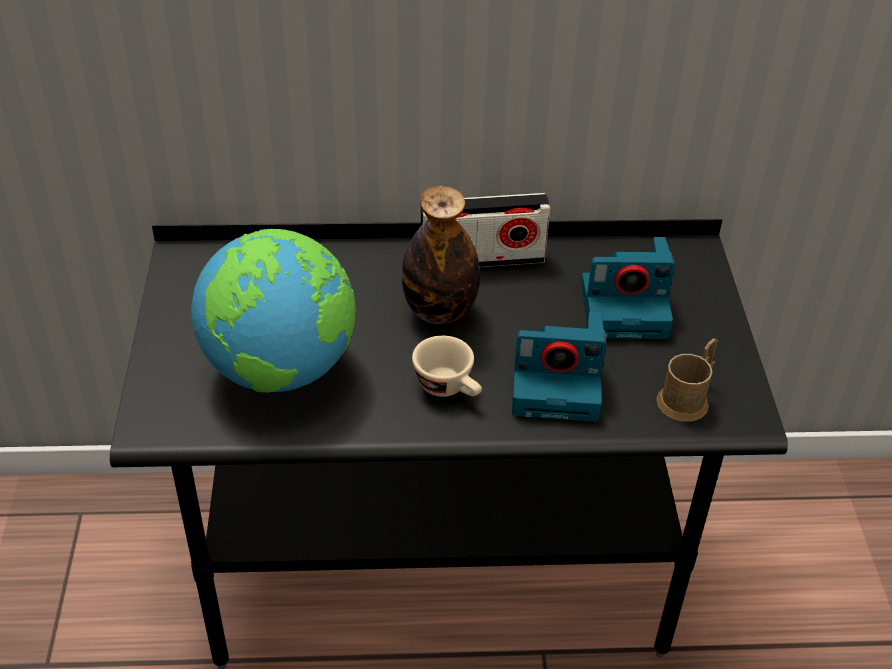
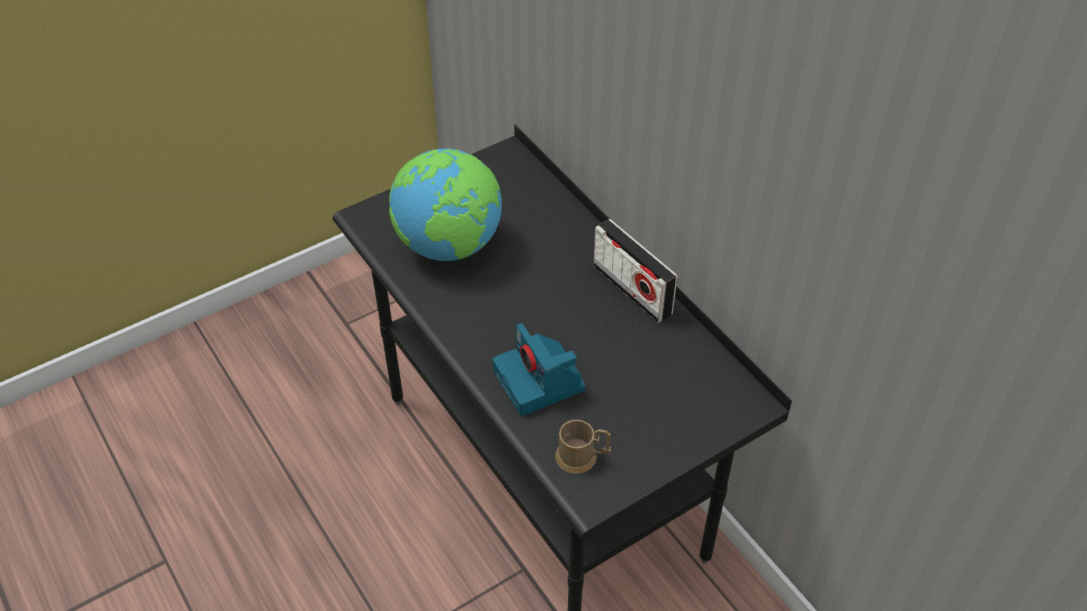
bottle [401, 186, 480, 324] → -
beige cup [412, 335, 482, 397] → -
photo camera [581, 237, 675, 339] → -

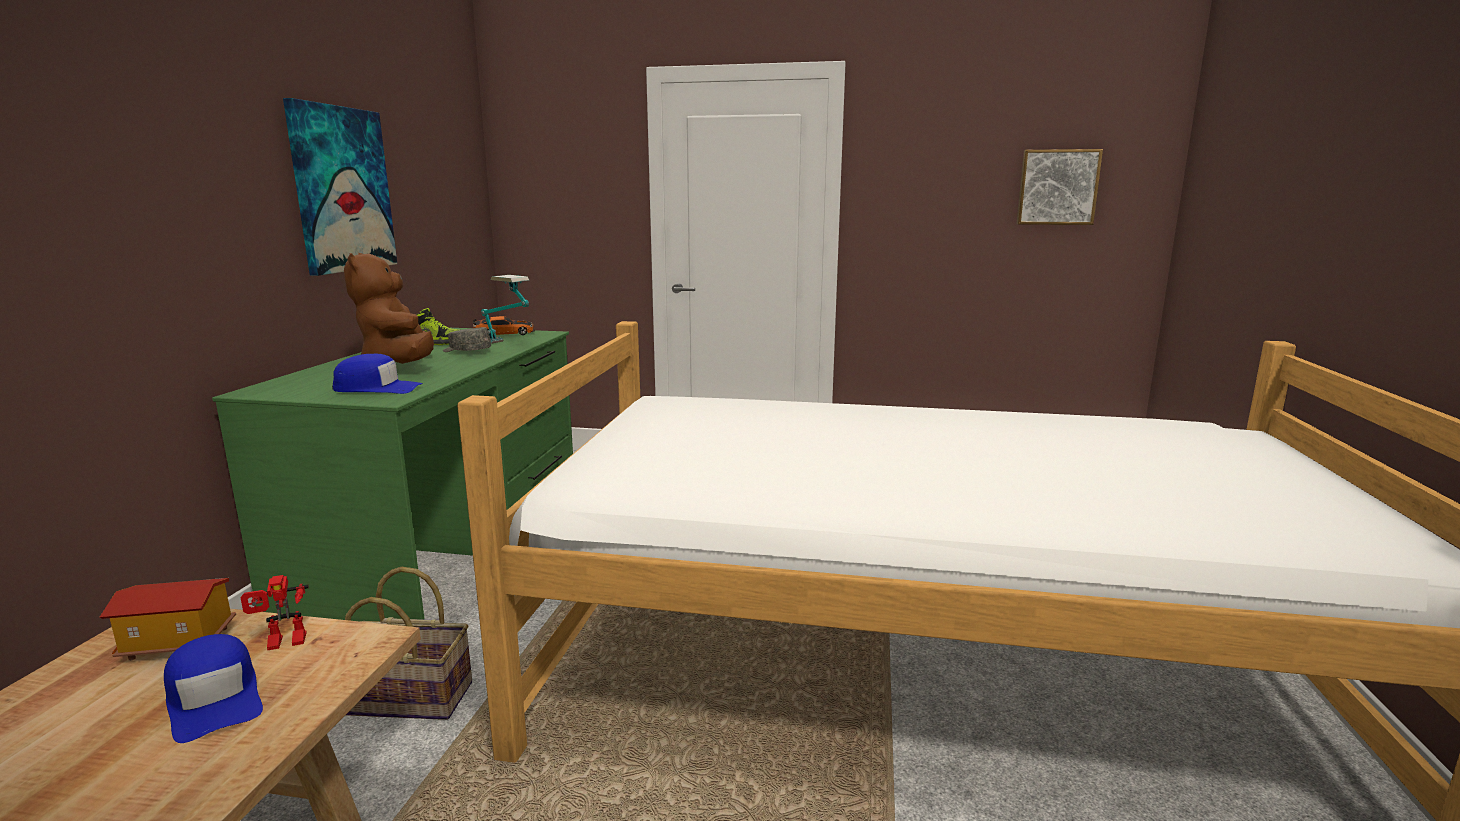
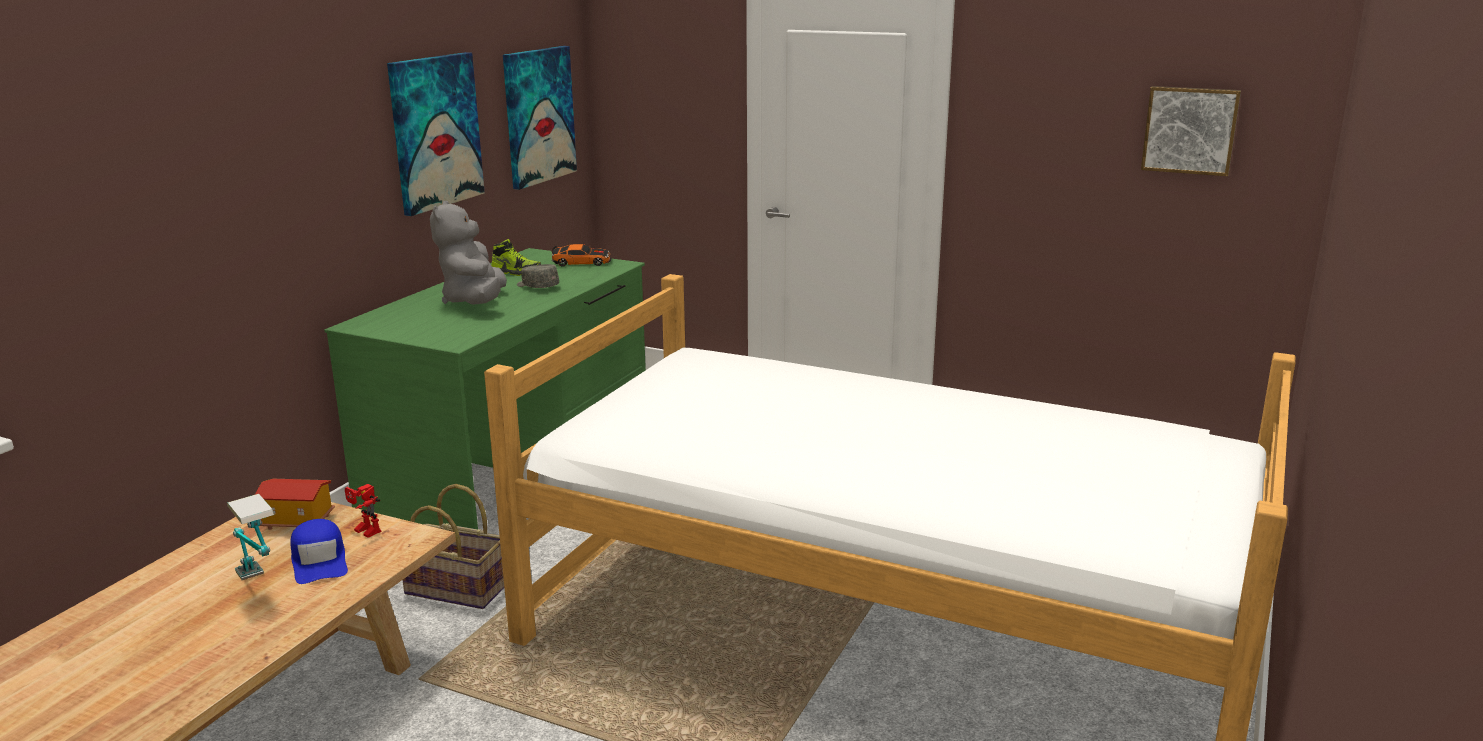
table lamp [481, 275, 529, 344] → table lamp [227, 494, 274, 580], moved
toy robot [241, 575, 309, 650] → toy robot [345, 484, 382, 538], 45 degrees clockwise
brown plush toy [344, 253, 434, 364] → grey plush toy [430, 201, 507, 305]
- → picture [503, 46, 577, 190]
blue cap [332, 354, 423, 394] → -

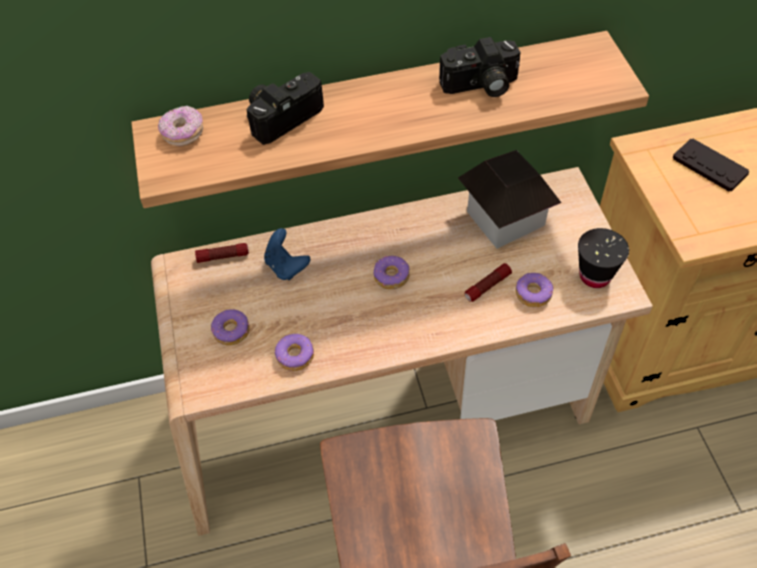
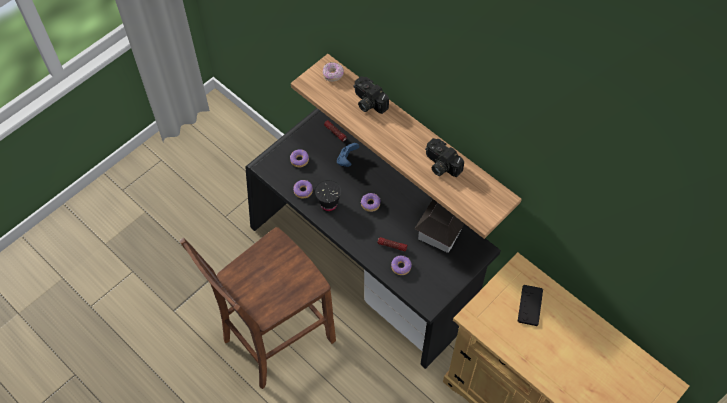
beige desk [151, 167, 653, 536] → black desk [245, 108, 501, 369]
black cup [578, 228, 629, 288] → black cup [315, 180, 341, 211], moved
photo camera [246, 72, 324, 145] → photo camera [354, 76, 389, 114], 150 degrees counterclockwise

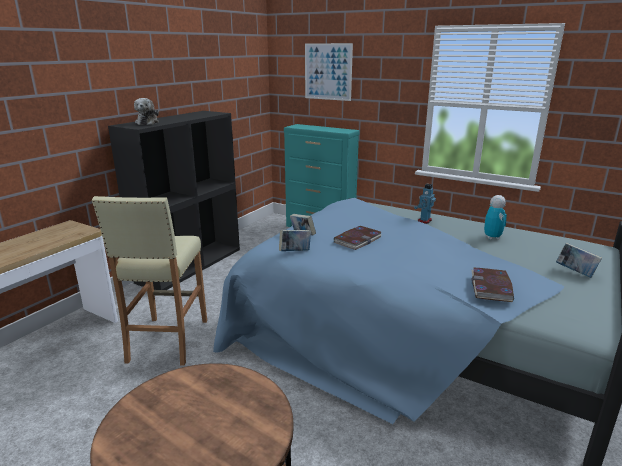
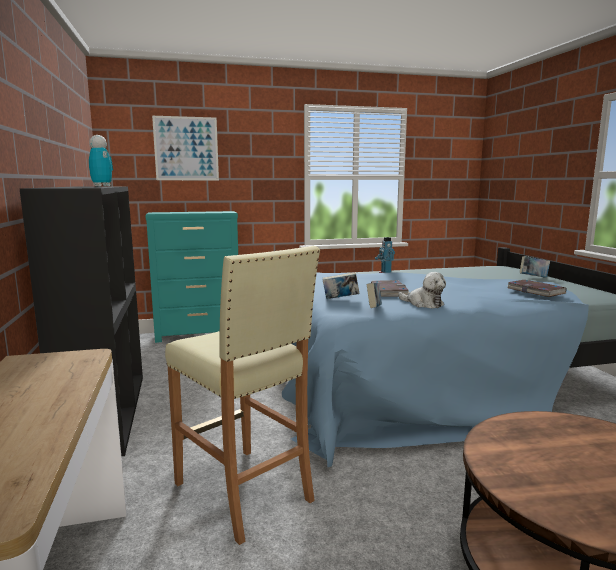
toy robot [484, 195, 507, 240] → toy robot [89, 135, 113, 186], moved
plush toy [134, 98, 159, 125] → plush toy [398, 272, 446, 308], moved

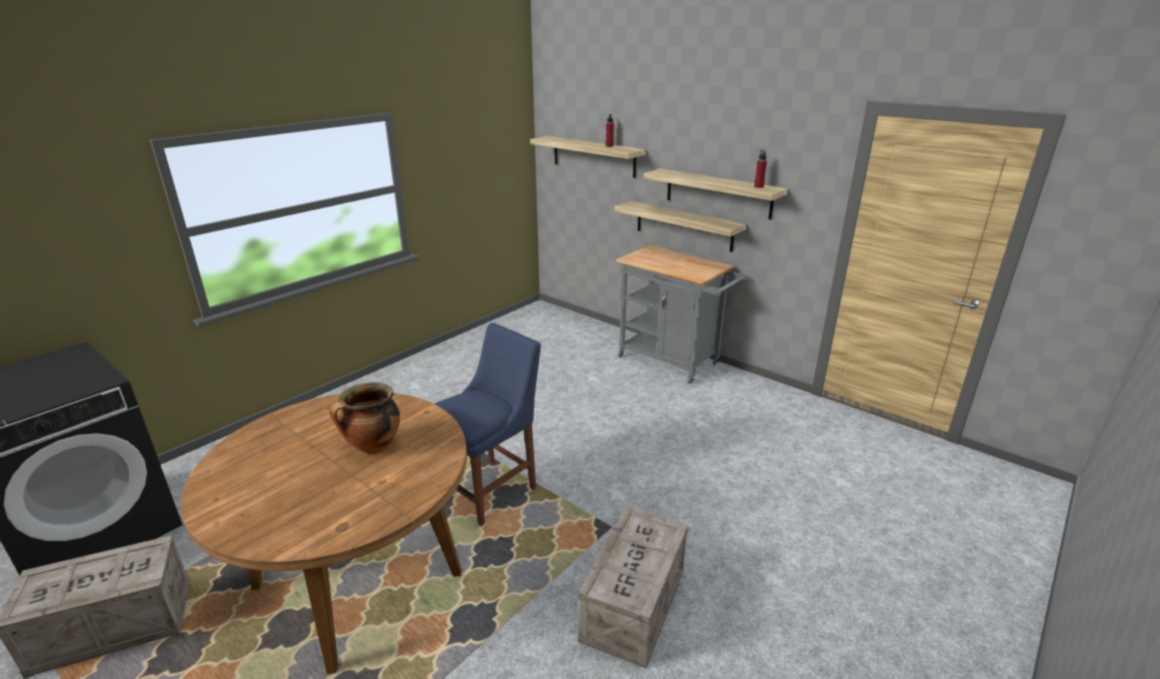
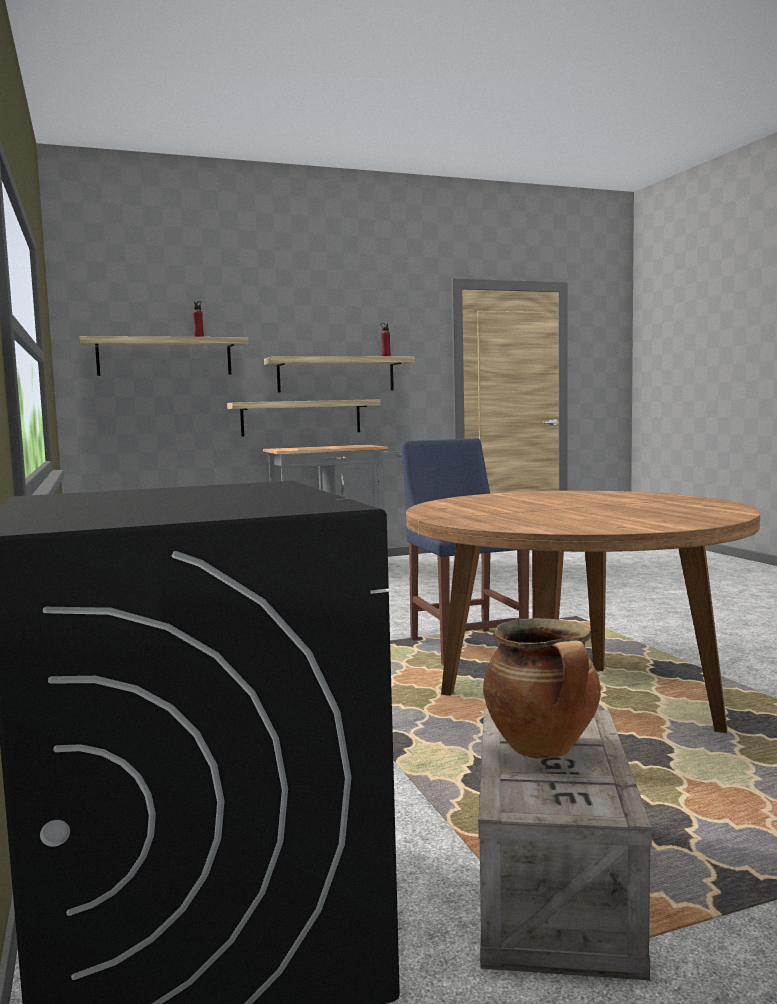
cooking pot [329, 382, 400, 454] → cooking pot [483, 618, 601, 759], moved
crate [578, 507, 688, 669] → -

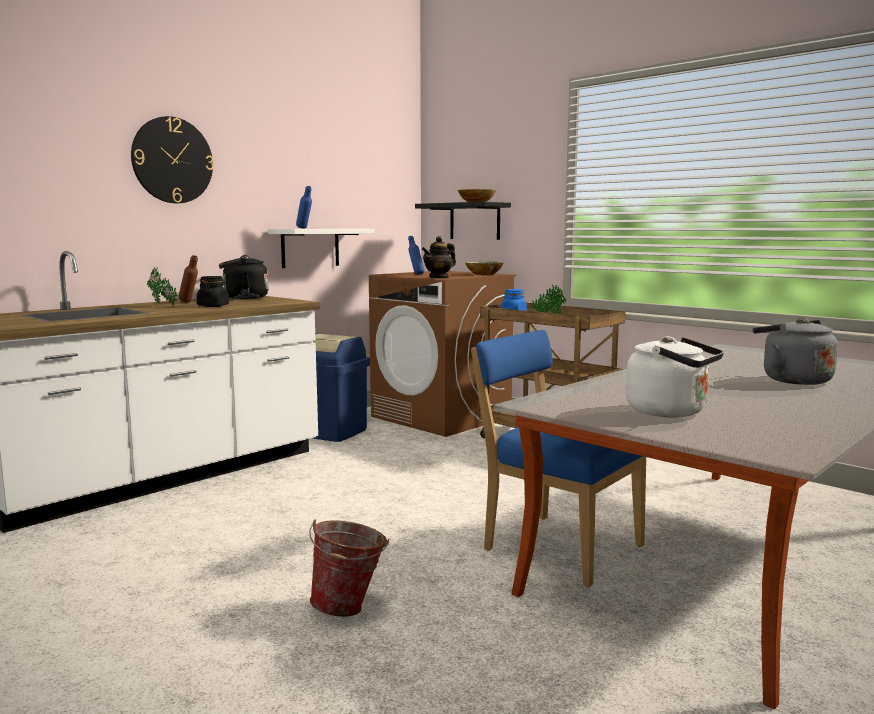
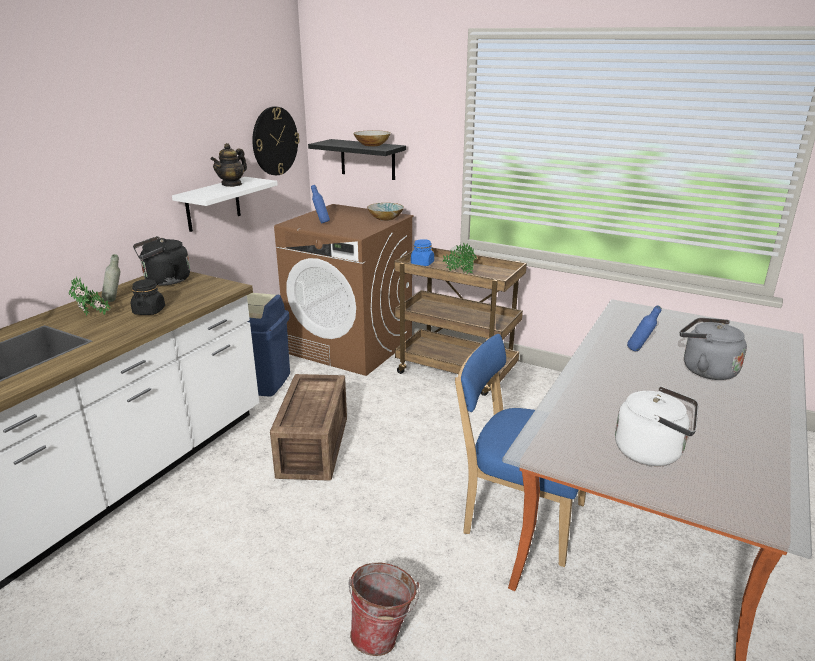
brown bottle [178, 255, 198, 303] → grey bottle [102, 254, 120, 302]
teapot [422, 236, 456, 279] → teapot [211, 143, 247, 187], moved
wall clock [131, 116, 214, 203] → wall clock [252, 106, 300, 175], moved
- → crate [270, 374, 347, 481]
blue bottle [296, 186, 312, 229] → blue bottle [627, 305, 662, 351], moved

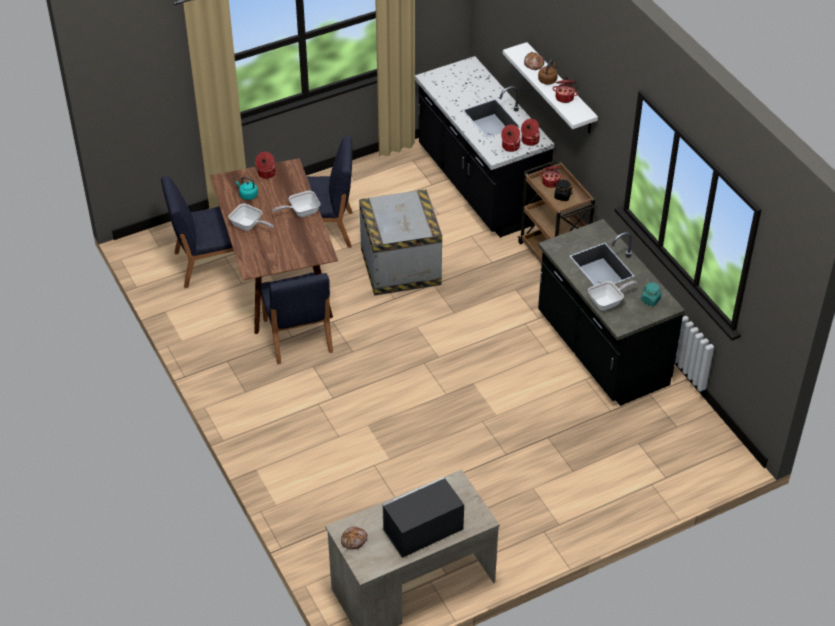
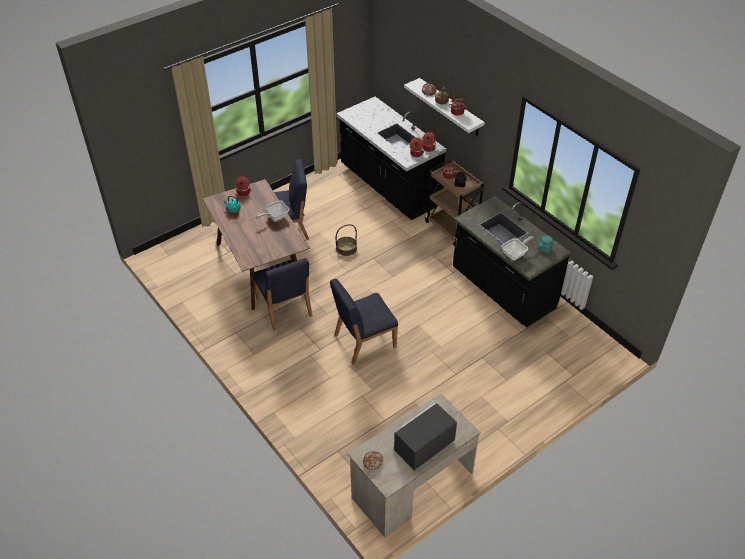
blue chair [161, 176, 234, 288] → blue chair [330, 279, 398, 365], moved
crate [359, 189, 442, 296] → basket [336, 224, 357, 256]
frying pan [228, 203, 274, 231] → -

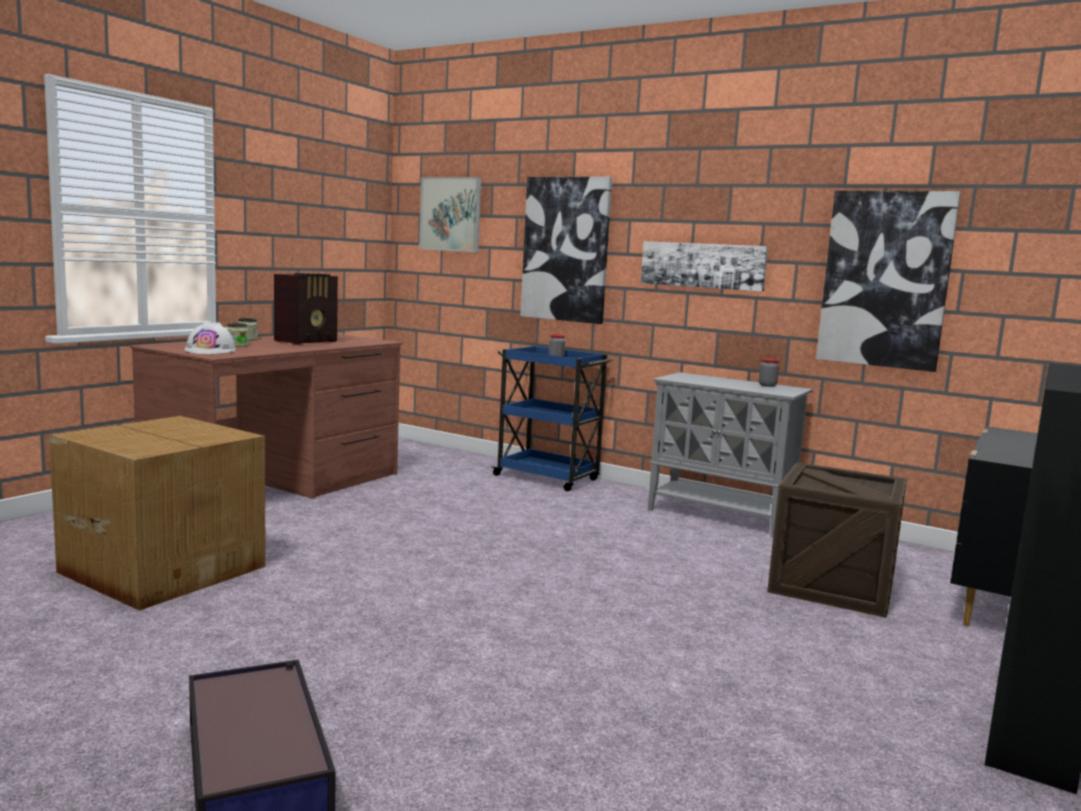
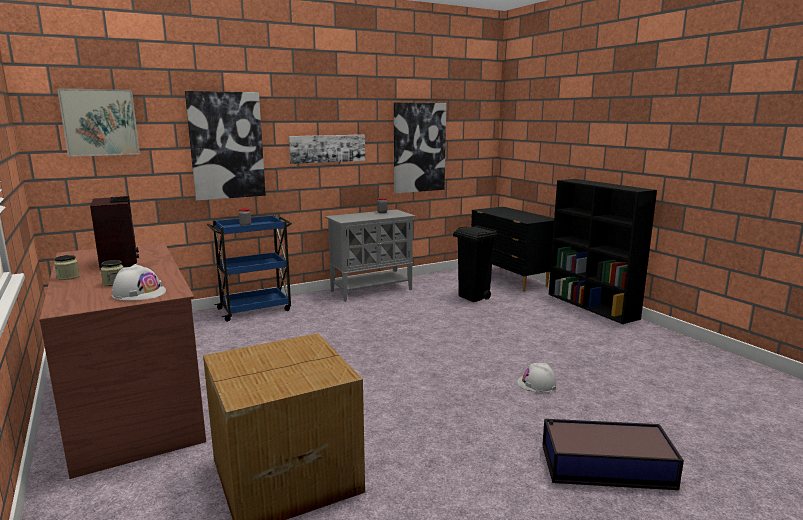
crate [767, 462, 907, 618] → black trash can [453, 225, 497, 302]
- → white hard hat [517, 363, 558, 393]

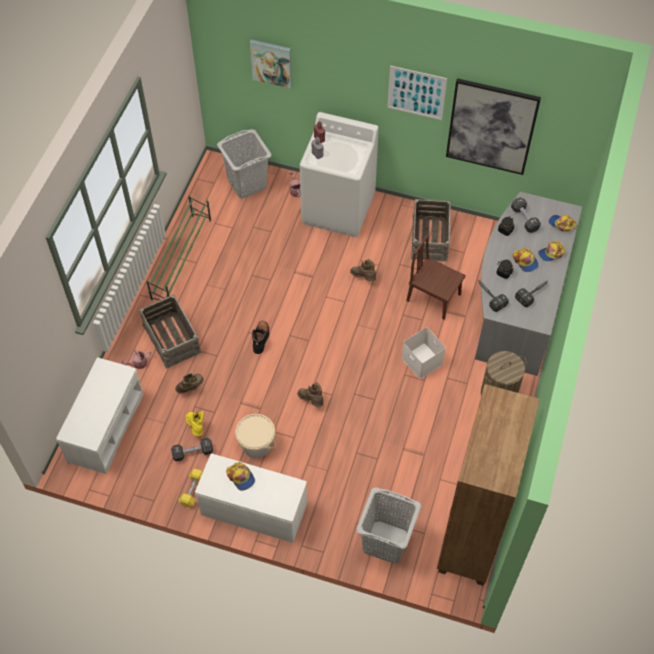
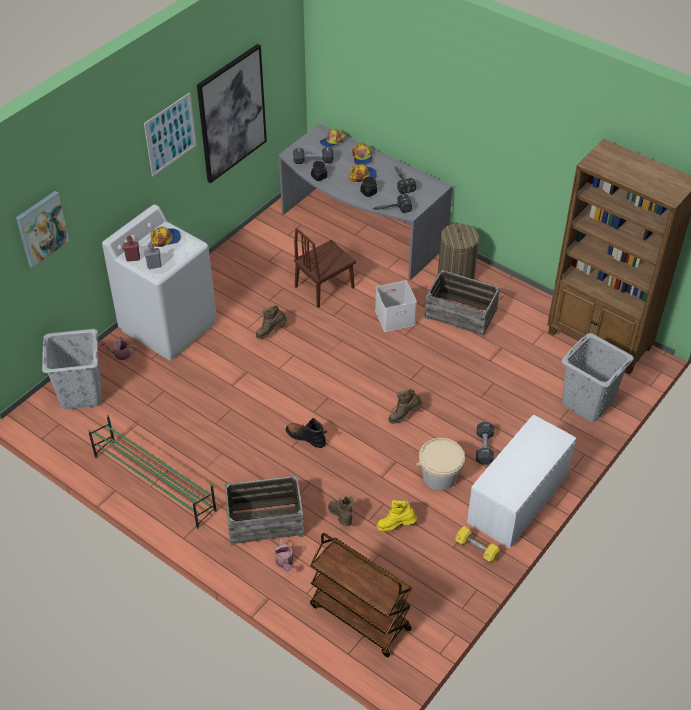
cap [226, 462, 255, 491] → cap [150, 227, 181, 247], moved
white bench [56, 357, 143, 474] → brown cart [310, 533, 412, 657]
crate [411, 199, 451, 261] → crate [424, 270, 500, 337], moved
black dumbbell [171, 438, 213, 462] → black dumbbell [476, 422, 494, 465], moved

